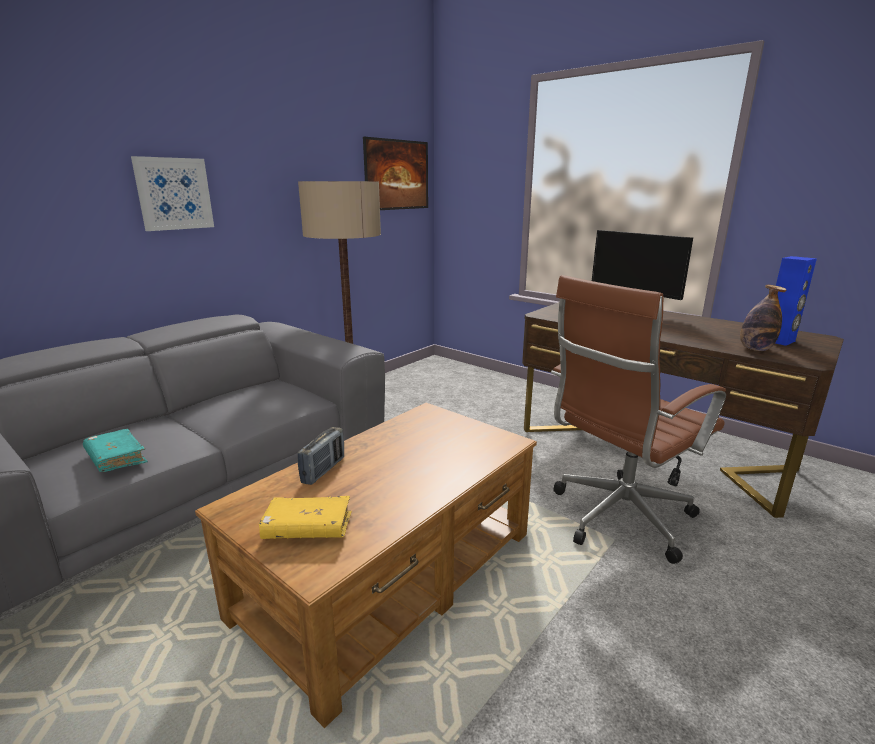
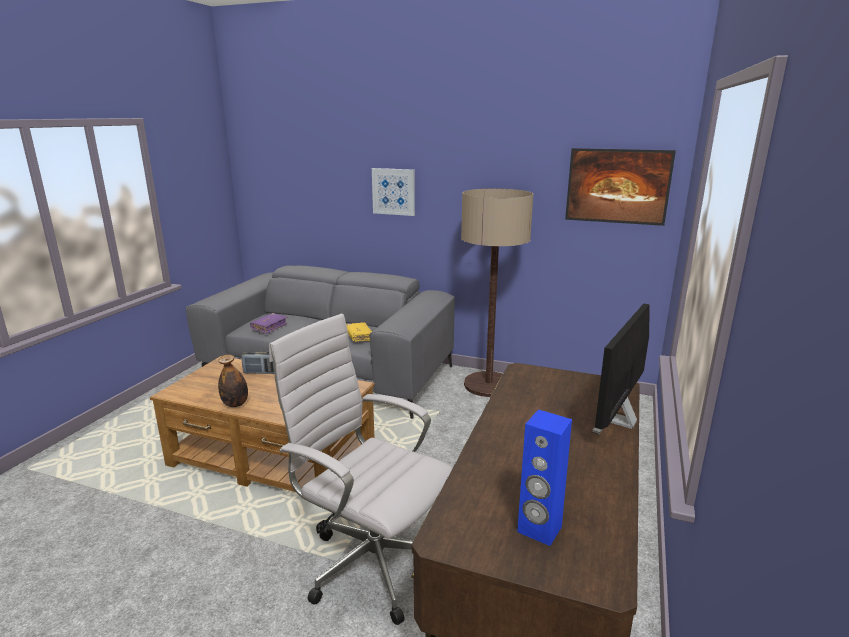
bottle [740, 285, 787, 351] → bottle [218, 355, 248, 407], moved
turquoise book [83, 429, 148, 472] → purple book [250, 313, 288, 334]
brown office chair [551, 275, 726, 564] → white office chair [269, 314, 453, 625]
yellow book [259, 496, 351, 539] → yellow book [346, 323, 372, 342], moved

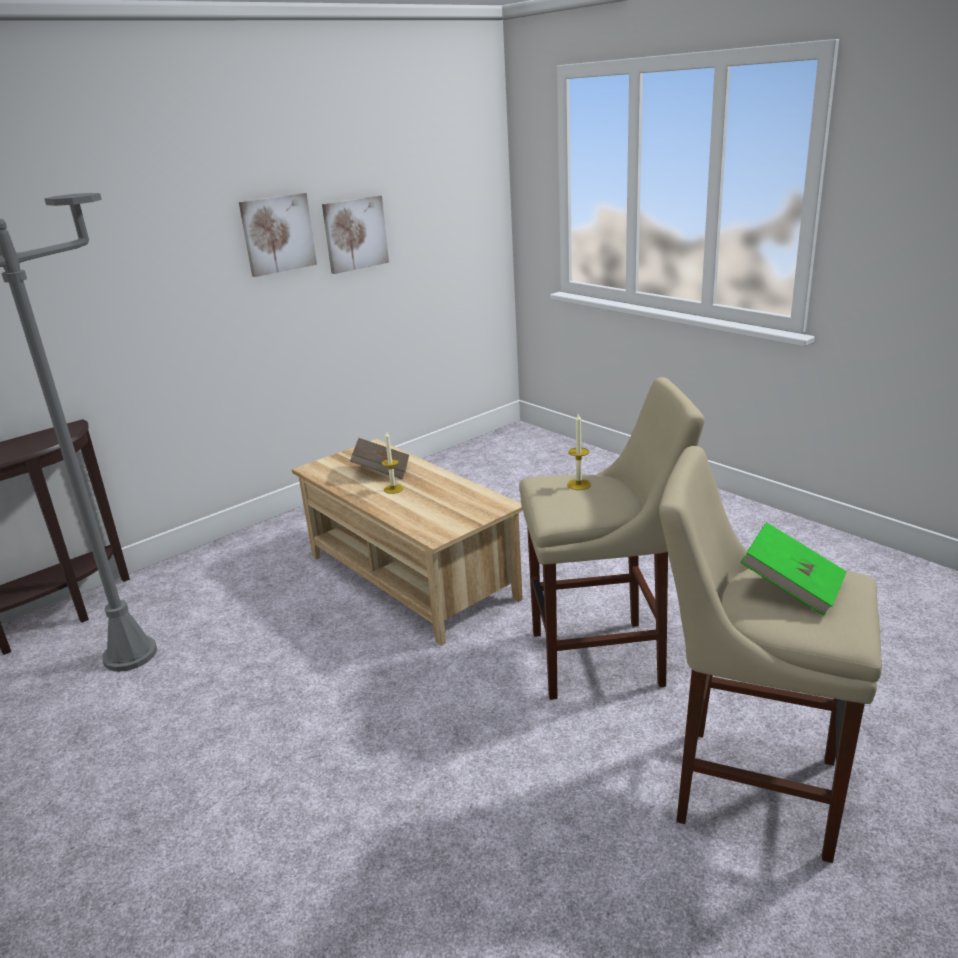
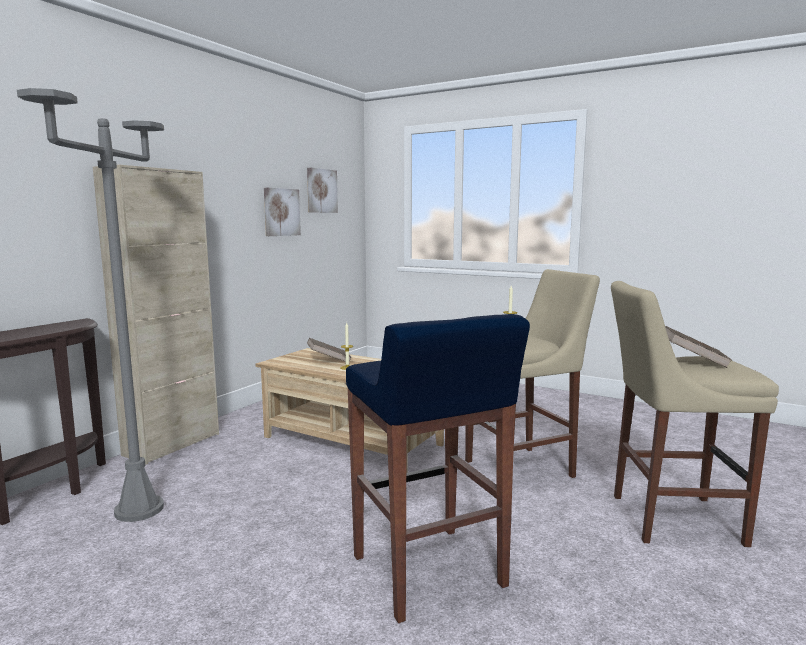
- → beige cabinet [93, 164, 219, 465]
picture [239, 193, 317, 277] → picture [307, 167, 338, 213], moved
- → blue stool [346, 314, 530, 623]
green book [740, 522, 847, 616] → brown book [665, 326, 732, 368]

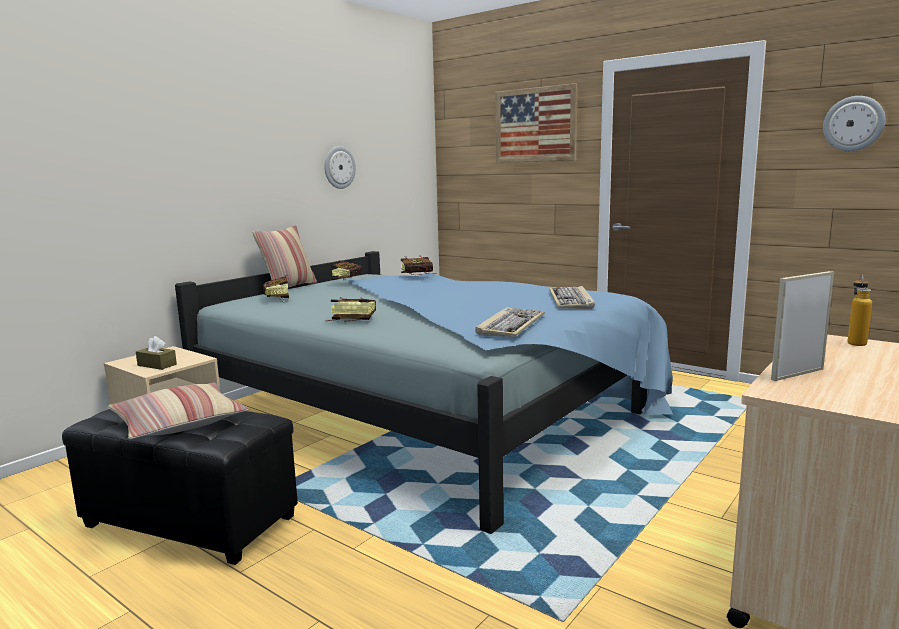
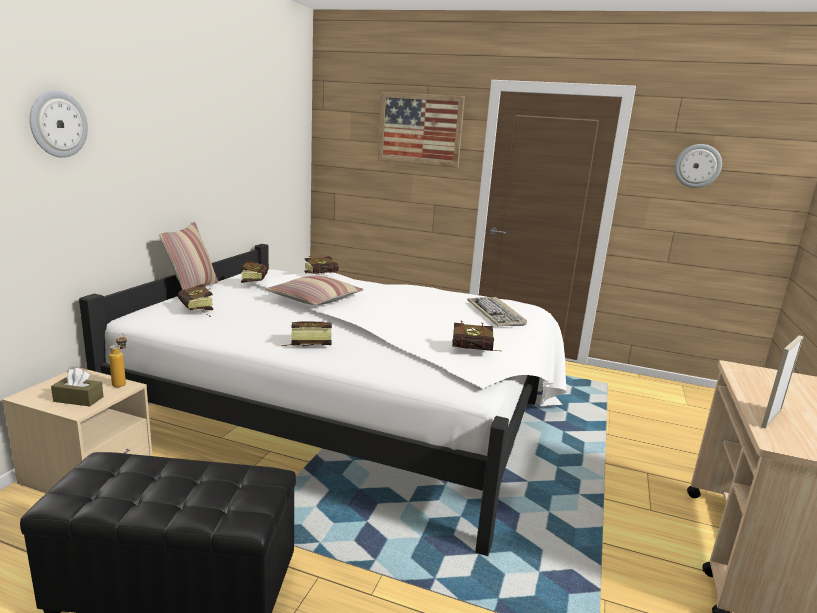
wall clock [324, 146, 356, 189] → wall clock [30, 90, 88, 158], moved
blue bed [175, 251, 673, 534] → white bed [79, 244, 566, 556]
bottle [848, 274, 872, 346] → bottle [109, 333, 127, 387], moved
pillow [108, 382, 248, 439] → pillow [266, 276, 363, 305], moved
keyboard [475, 307, 545, 337] → book [452, 321, 501, 351]

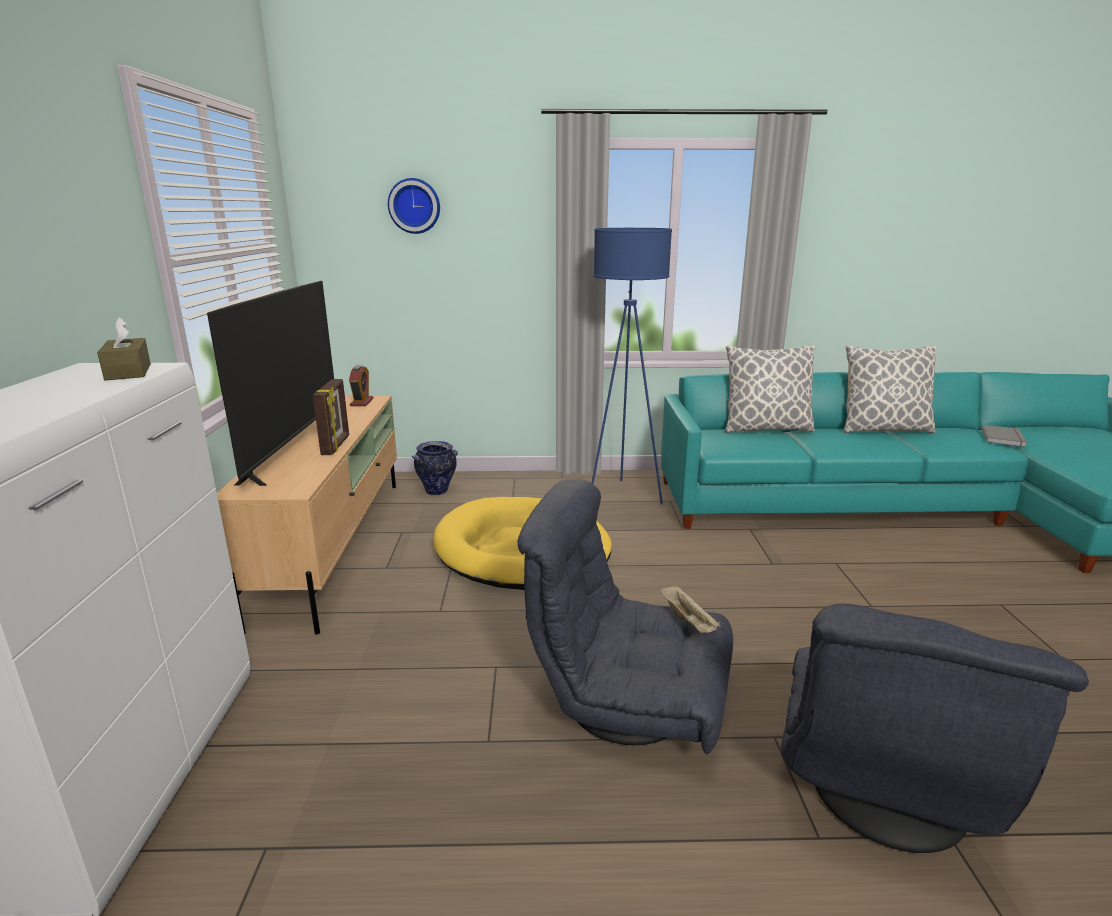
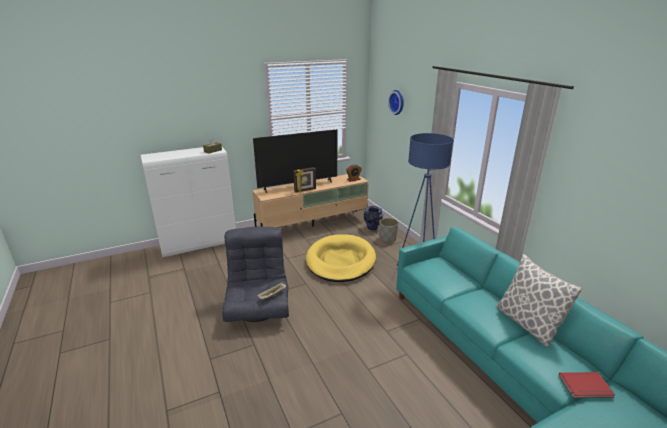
- → grey planter [379, 218, 398, 243]
grey book [981, 425, 1027, 447] → red book [559, 372, 615, 398]
pillow [725, 345, 815, 433] → -
grey armchair [781, 604, 1089, 853] → -

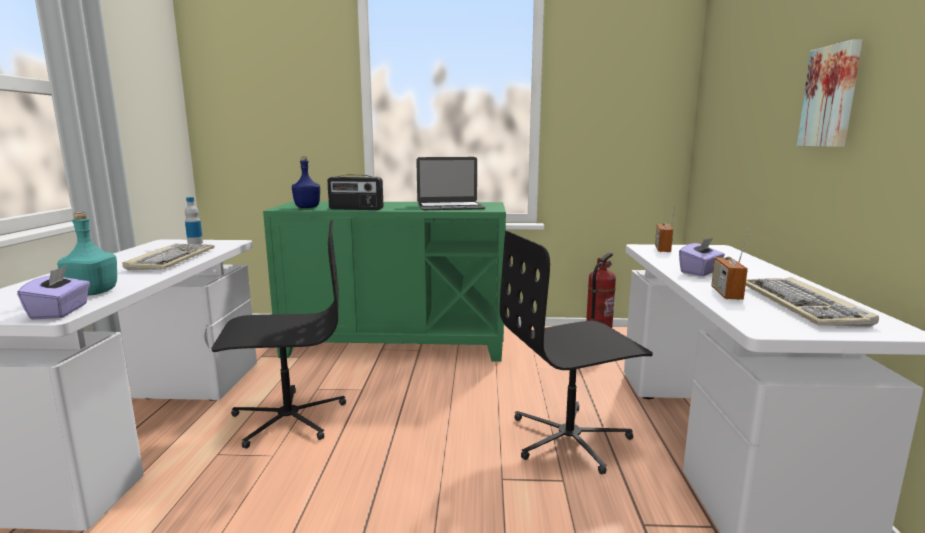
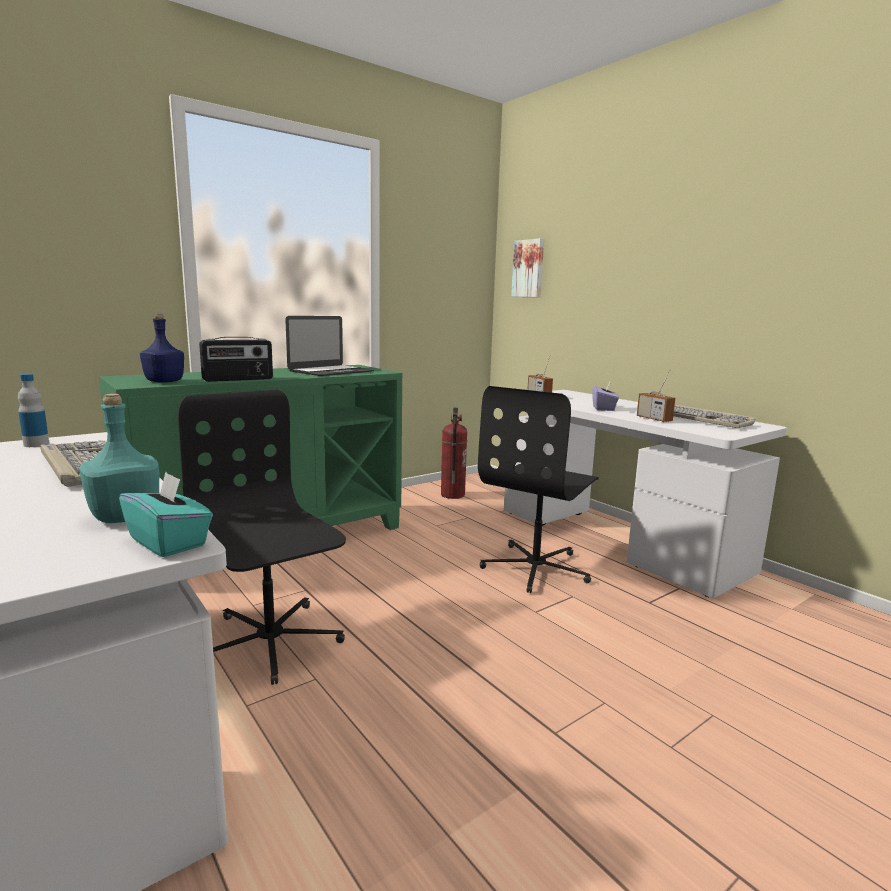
purple tissue box [17, 265, 90, 320] → turquoise tissue box [119, 472, 213, 557]
black office chair [211, 220, 346, 448] → black office chair [178, 389, 346, 685], 75 degrees counterclockwise
picture [797, 39, 863, 147] → picture [511, 238, 544, 297], moved

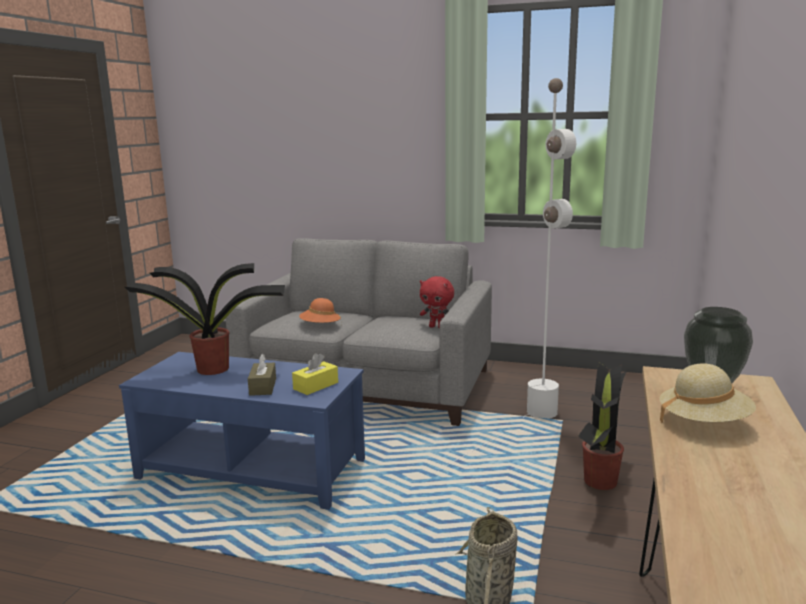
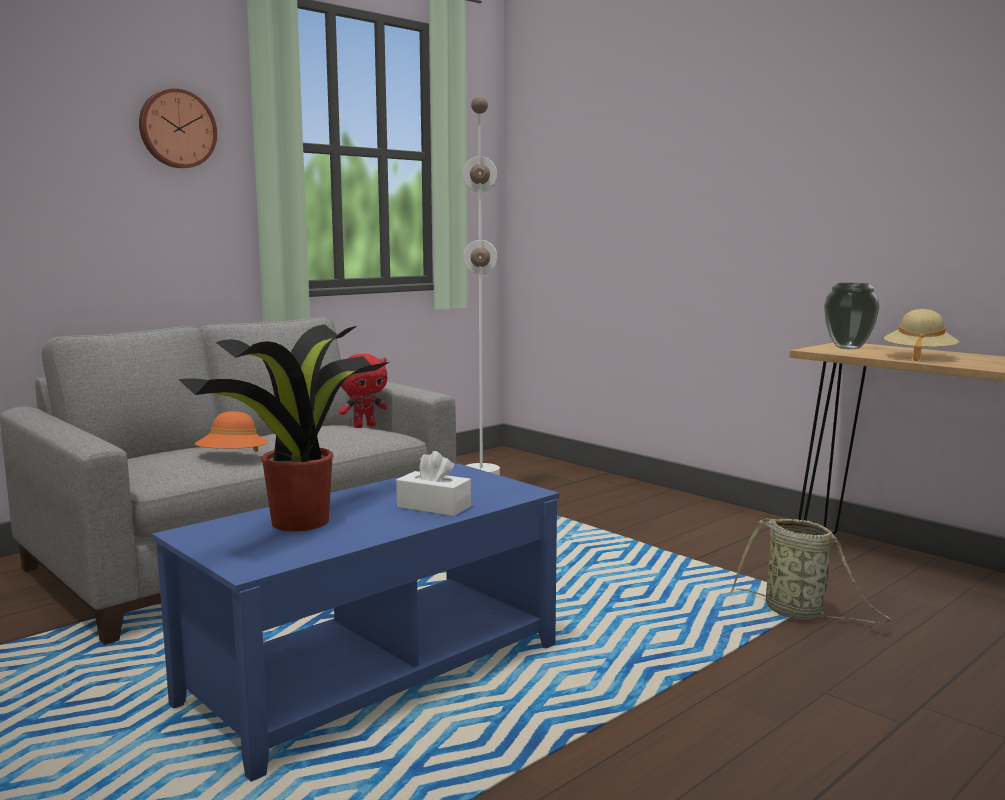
- → wall clock [139, 88, 217, 168]
brown tissue box [248, 353, 276, 396] → white tissue box [396, 451, 471, 516]
yellow tissue box [292, 353, 338, 395] → -
potted plant [578, 363, 626, 490] → -

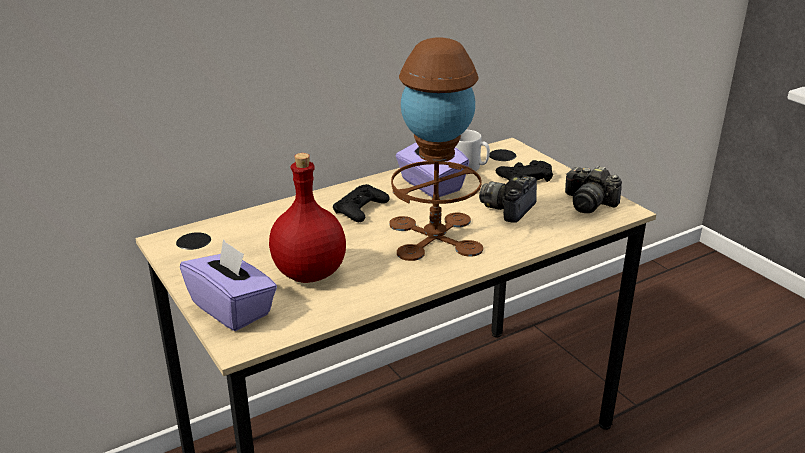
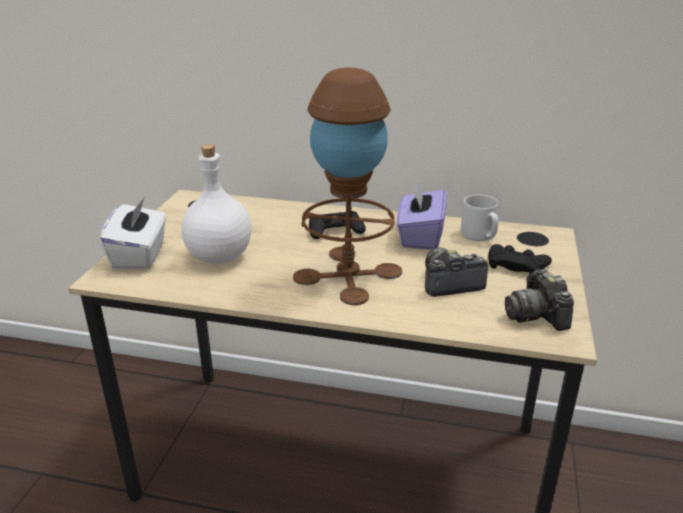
purple tissue box [180, 239, 277, 331] → white tissue box [100, 198, 167, 269]
red bottle [269, 153, 346, 283] → white bottle [182, 144, 251, 264]

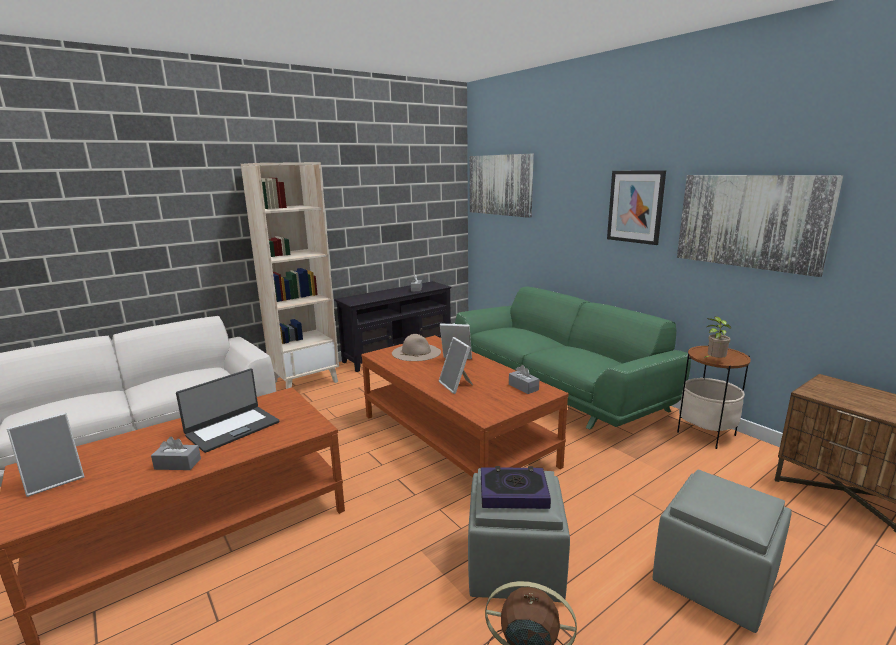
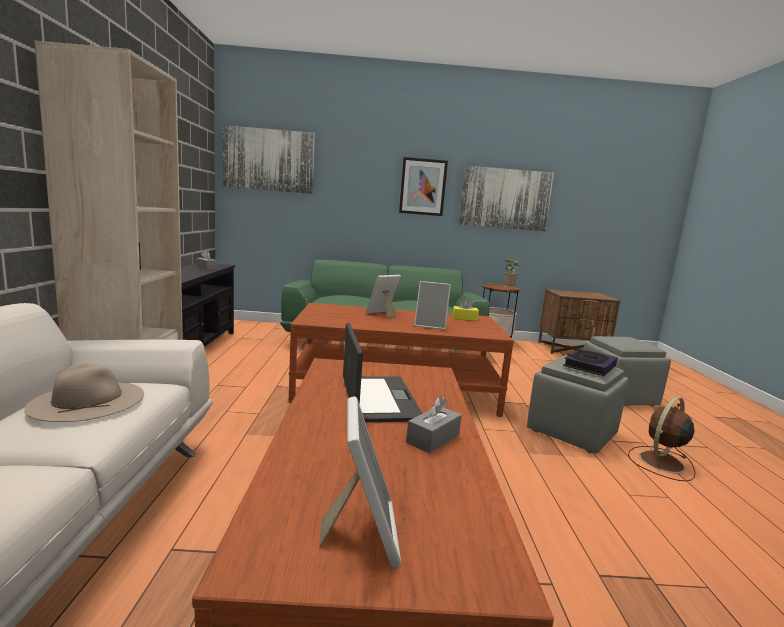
beige hat [392, 334, 441, 361] → beige hat [24, 363, 144, 422], moved
grey tissue box [509, 365, 539, 394] → yellow tissue box [452, 298, 479, 321]

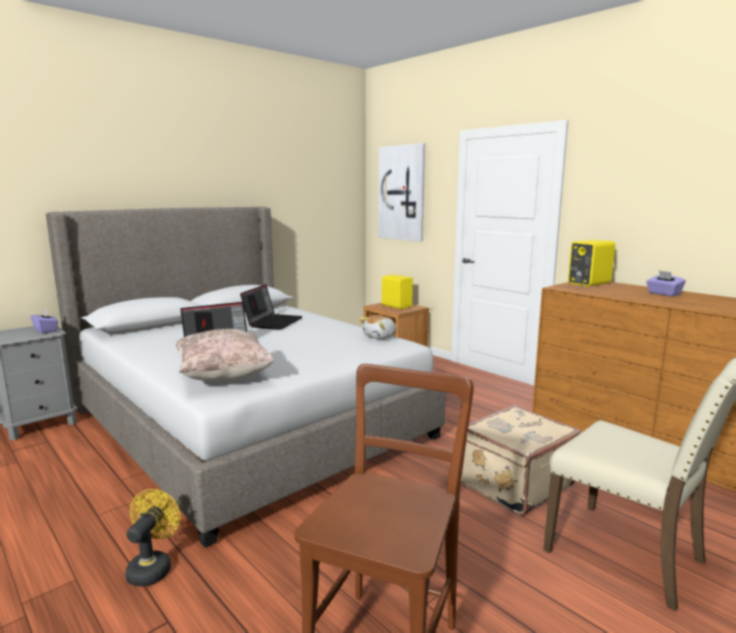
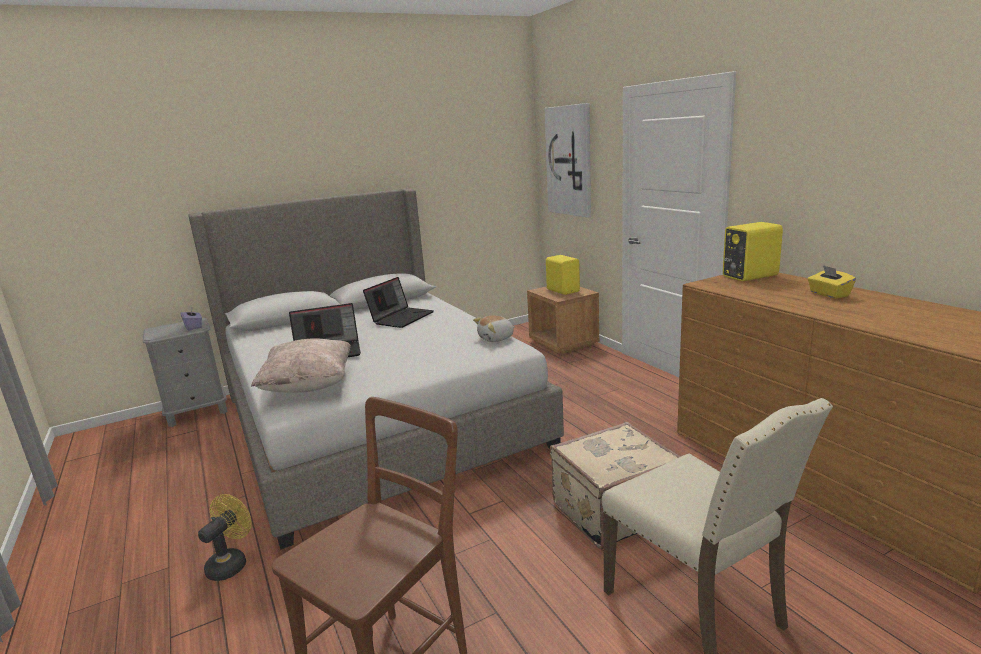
purple tissue box [646, 271, 686, 296] → yellow tissue box [808, 265, 856, 299]

